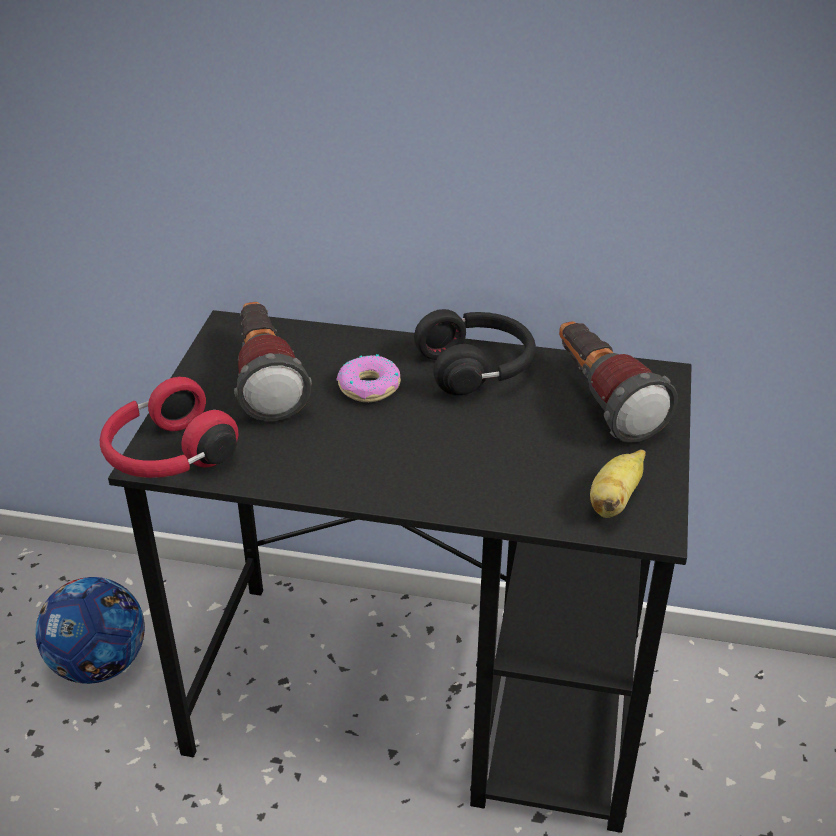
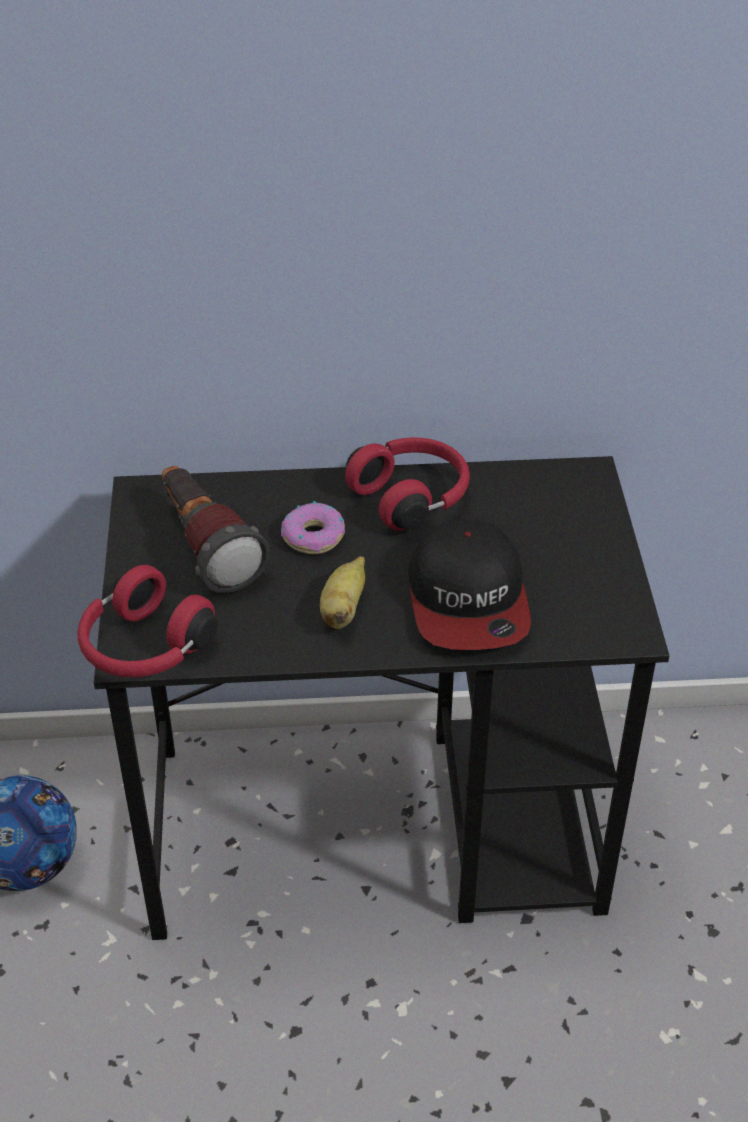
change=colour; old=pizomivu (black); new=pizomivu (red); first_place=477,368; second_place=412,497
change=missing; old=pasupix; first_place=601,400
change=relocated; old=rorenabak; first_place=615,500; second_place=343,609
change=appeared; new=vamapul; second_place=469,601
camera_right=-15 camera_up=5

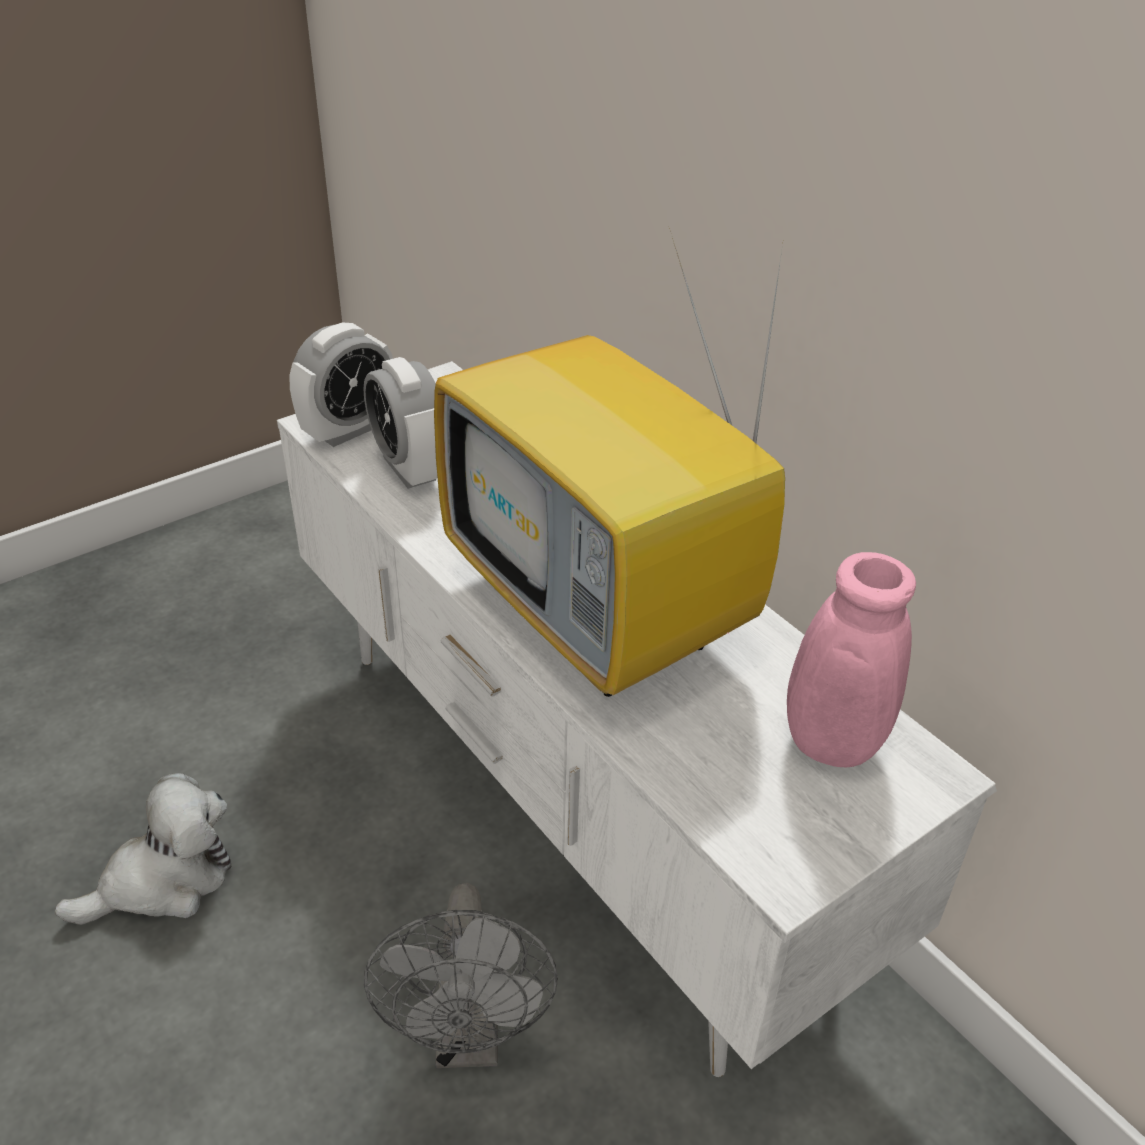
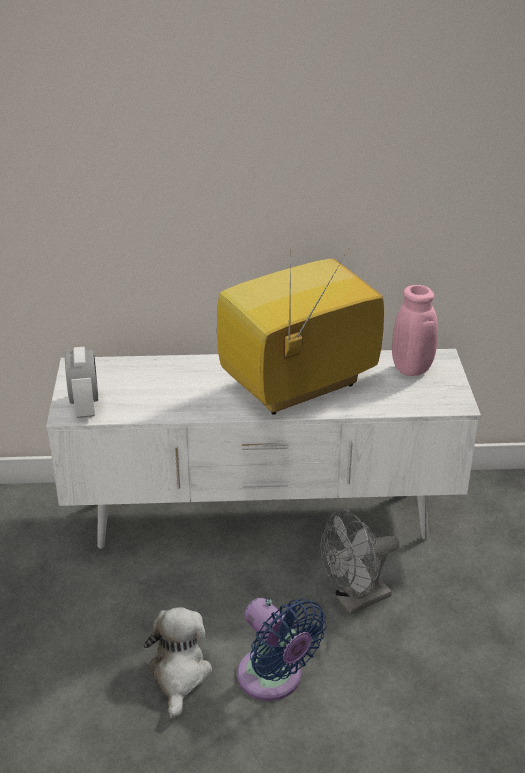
change=spun; old=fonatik; first_place=603,614; second_place=297,388; degrees=150
change=missing; old=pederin; first_place=409,468
change=spun; old=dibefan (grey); first_place=469,1038; second_place=355,600; degrees=120
change=appeared; new=dibefan (blue); second_place=274,679
camera_right=-55 camera_up=-5

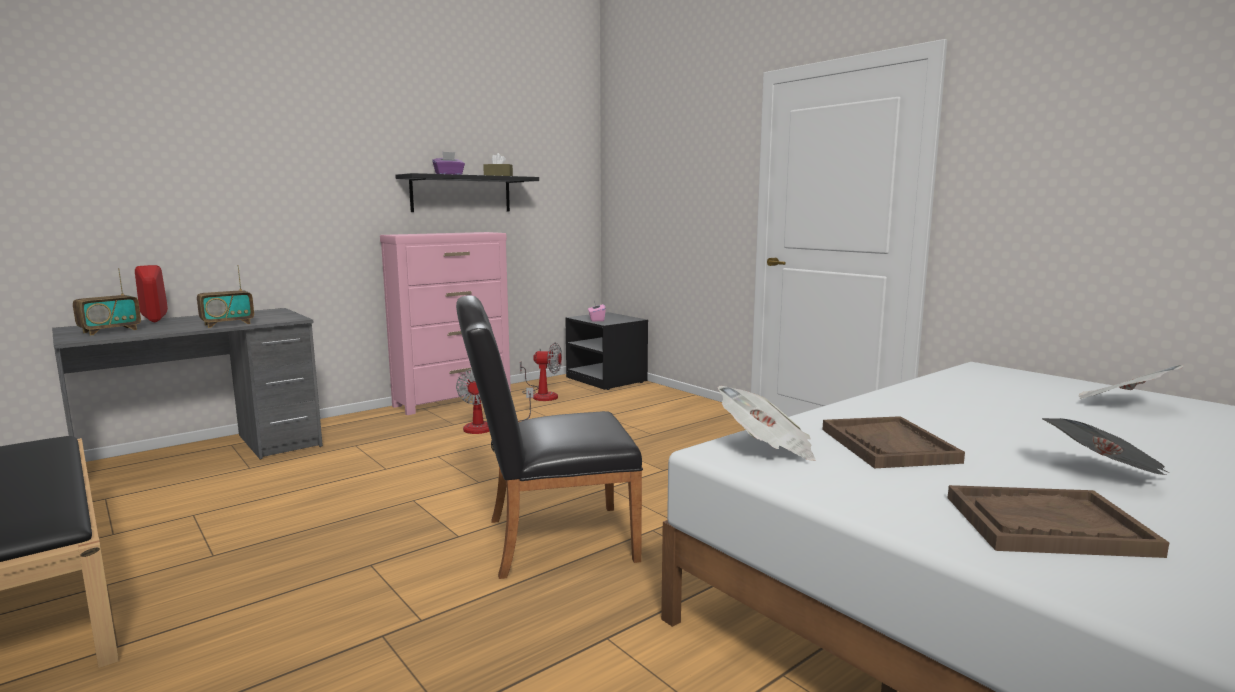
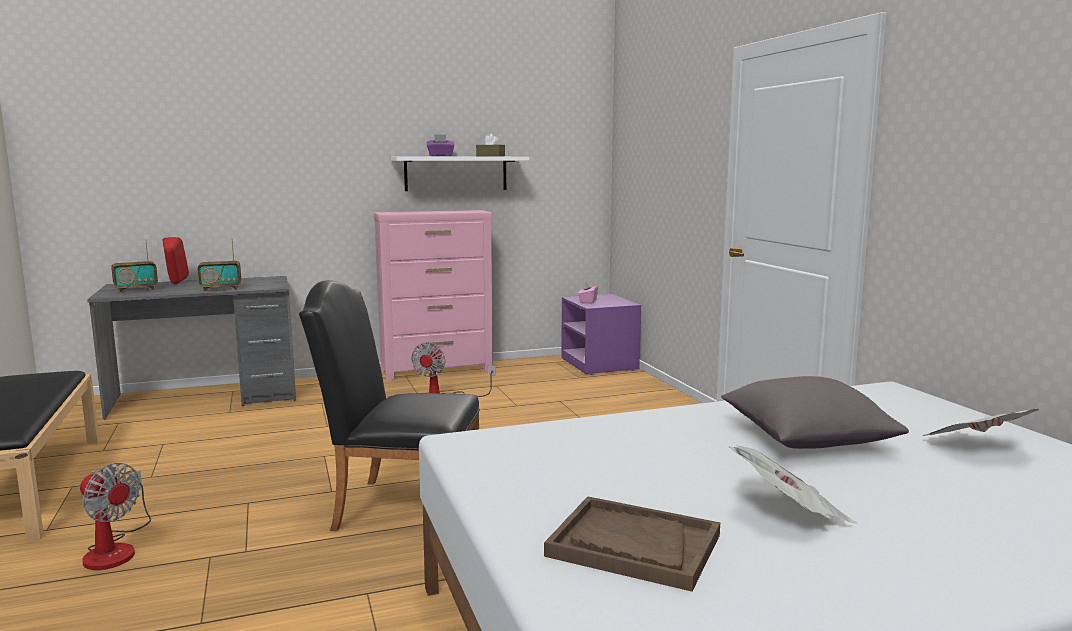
change=colour; old=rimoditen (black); new=rimoditen (white); first_place=461,194; second_place=456,173
change=colour; old=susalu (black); new=susalu (purple); first_place=607,380; second_place=600,364
change=relocated; old=dibefan; first_place=541,395; second_place=115,549
change=missing; old=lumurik; first_place=767,448
change=missing; old=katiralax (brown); first_place=888,445
change=appeared; new=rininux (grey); second_place=806,439
camera_right=20 camera_up=0

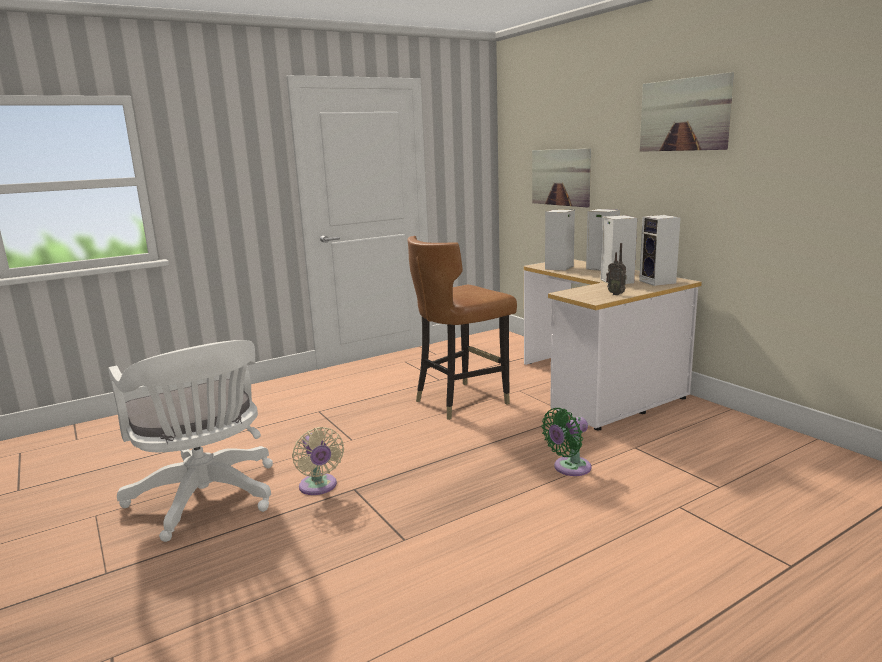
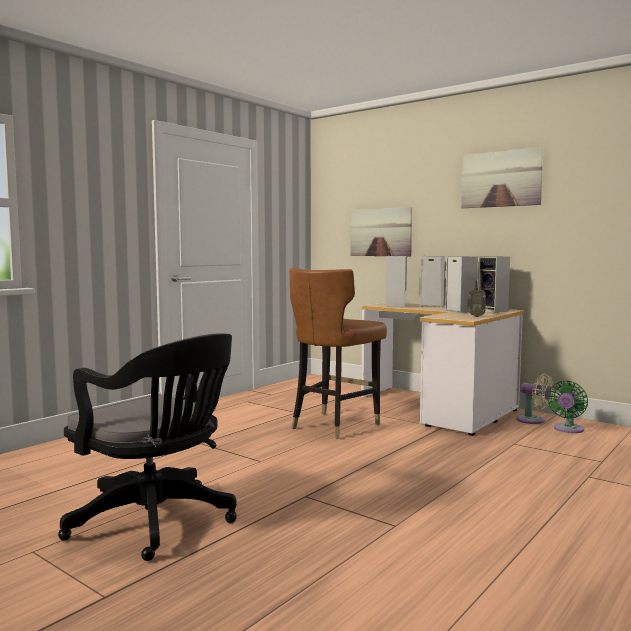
change=colour; old=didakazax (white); new=didakazax (black); first_place=207,500; second_place=157,522
change=relocated; old=dibefan (green); first_place=569,468; second_place=567,429
change=relocated; old=dibefan (beige); first_place=319,487; second_place=533,420
camera_right=-20 camera_up=-10

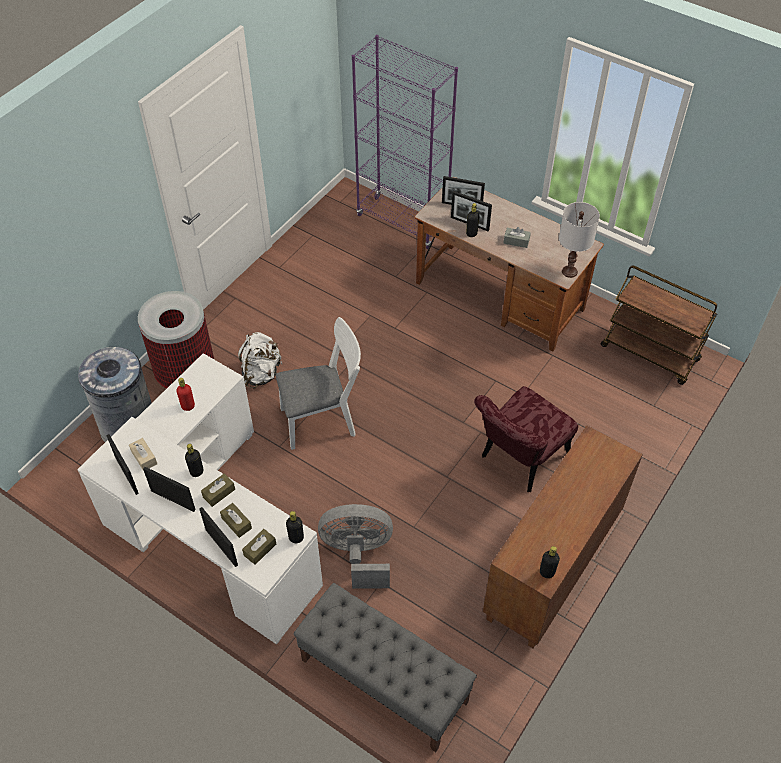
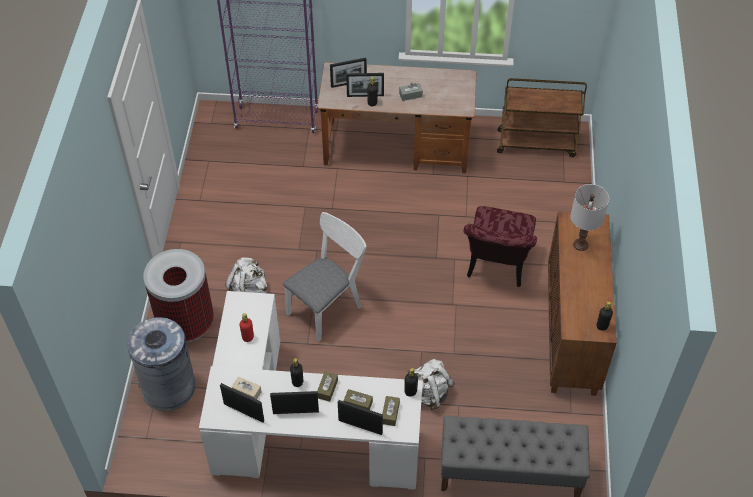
change=relocated; old=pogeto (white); first_place=569,272; second_place=580,245
change=exchanged; old=dibefan (grey); new=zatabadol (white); first_place=359,555; second_place=428,394
camera_right=-30 camera_up=0

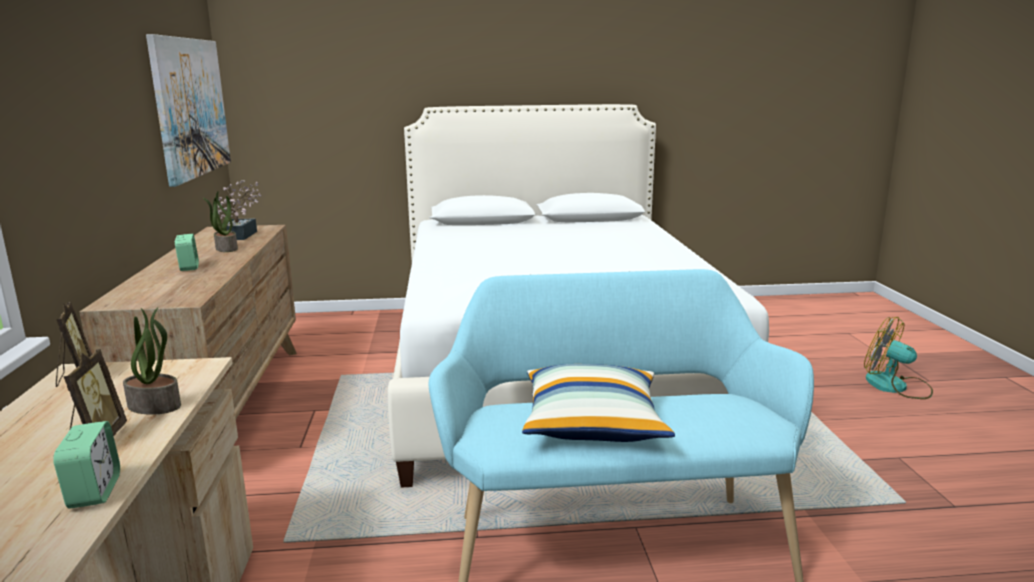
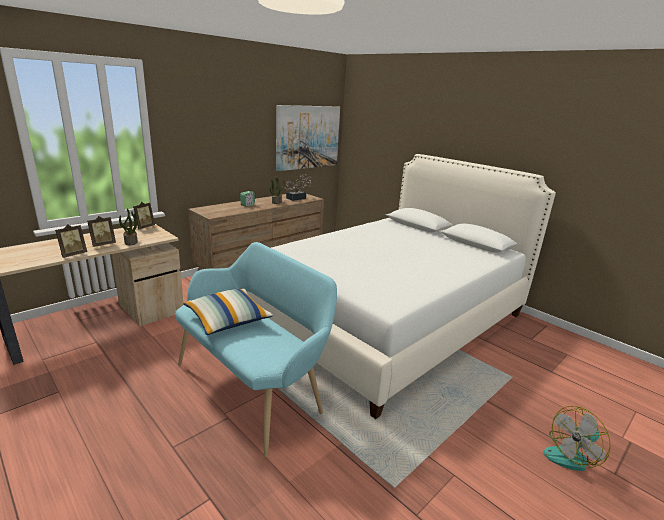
change=spun; old=dibefan; first_place=896,386; second_place=571,455; degrees=-120
change=exchanged; old=pederin; new=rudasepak; first_place=94,492; second_place=73,254
camera_right=50 camera_up=5

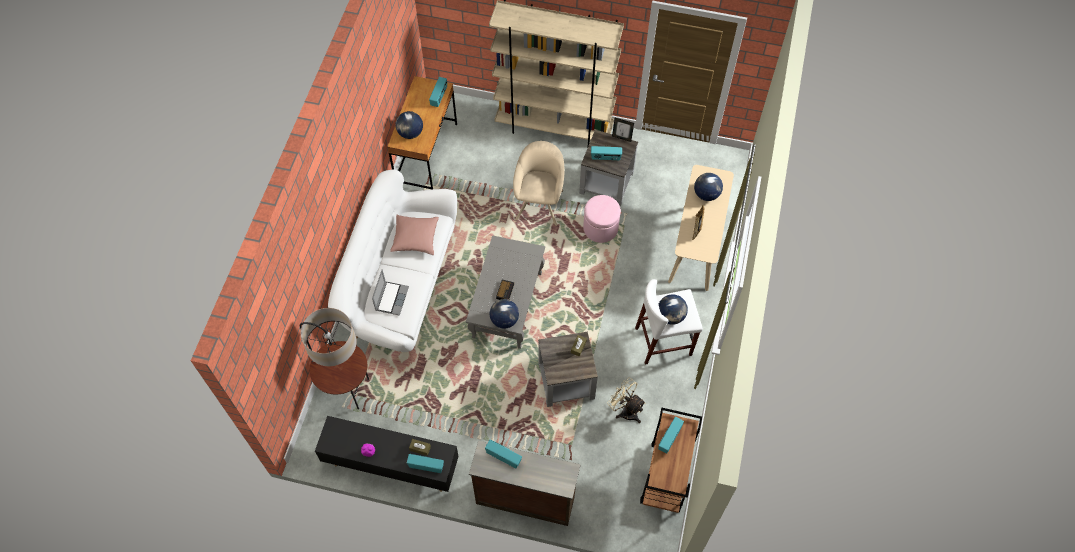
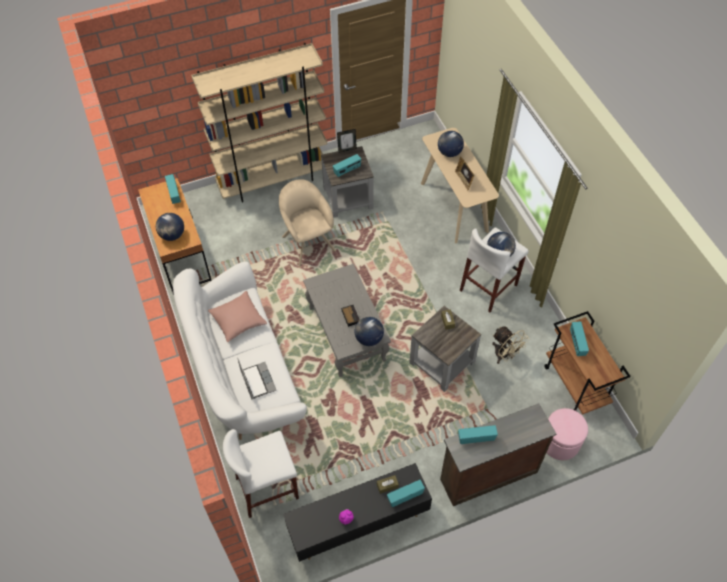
change=relocated; old=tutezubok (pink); first_place=600,228; second_place=560,442
change=exchanged; old=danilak; new=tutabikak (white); first_place=347,390; second_place=267,488
change=spun; old=dibefan (beige); first_place=625,410; second_place=505,355; degrees=-135
camera_right=-35 camera_up=-5

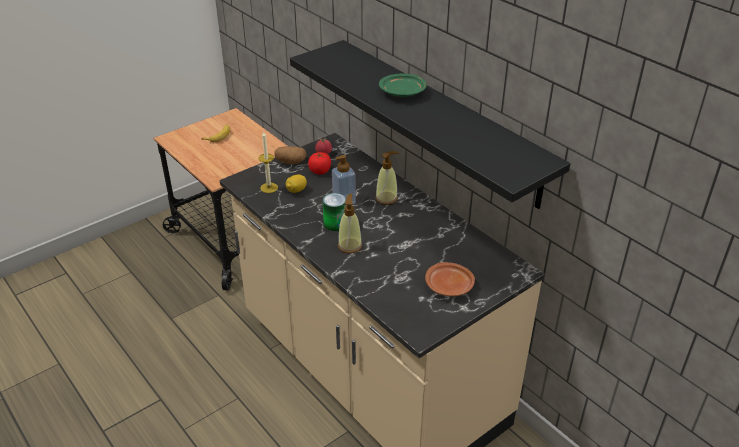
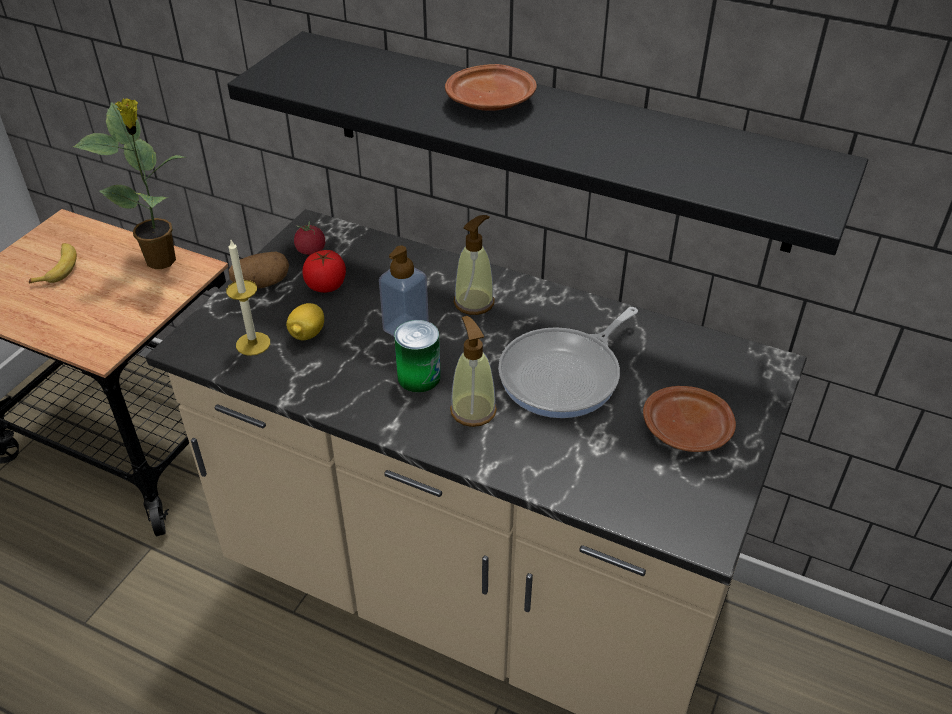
change=colour; old=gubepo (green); new=gubepo (brown); first_place=403,92; second_place=491,102
change=appeared; new=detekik; second_place=163,261
change=appeared; new=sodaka; second_place=564,375
camera_right=-25 camera_up=5

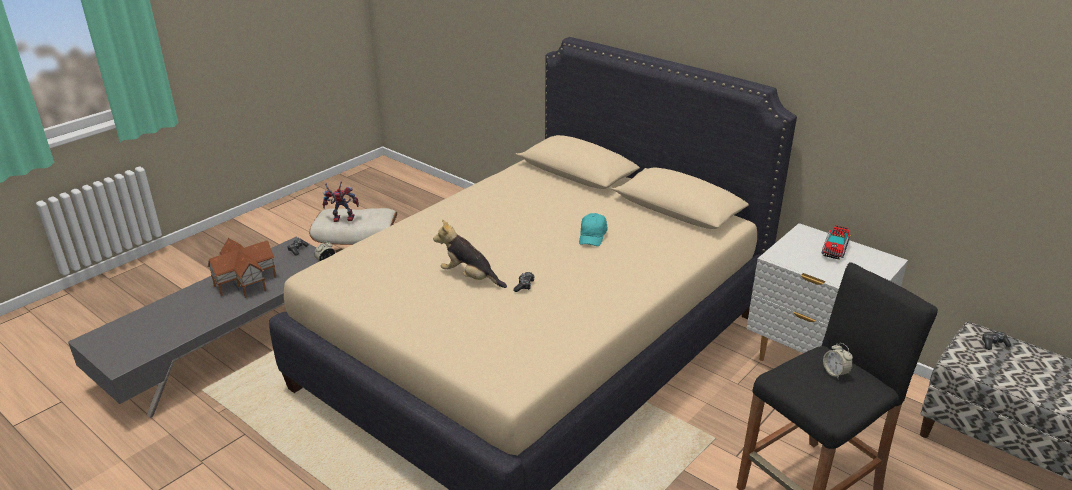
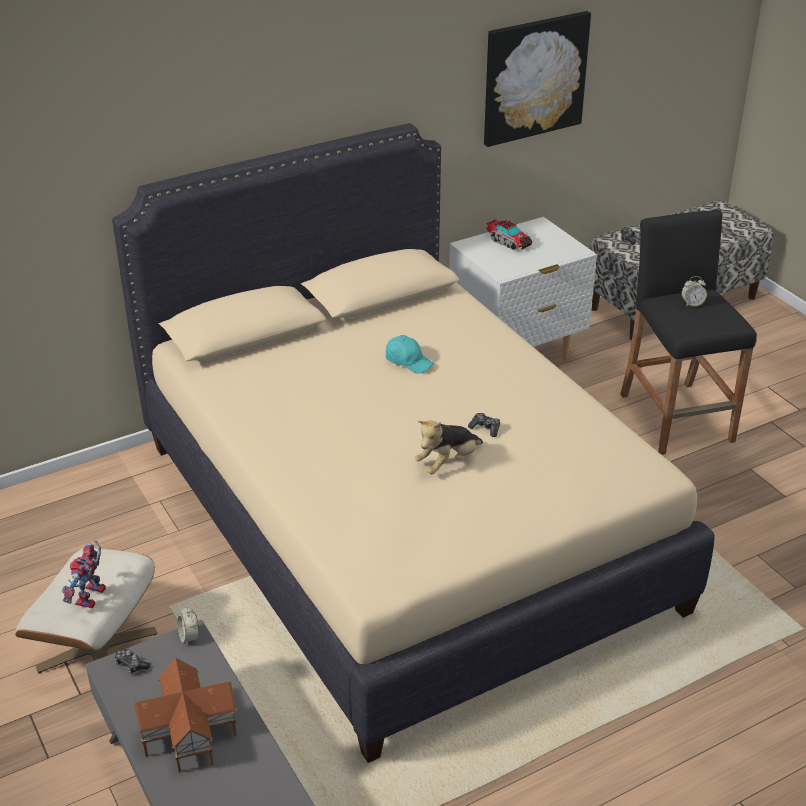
change=appeared; new=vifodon; second_place=534,78
camera_right=-70 camera_up=5

